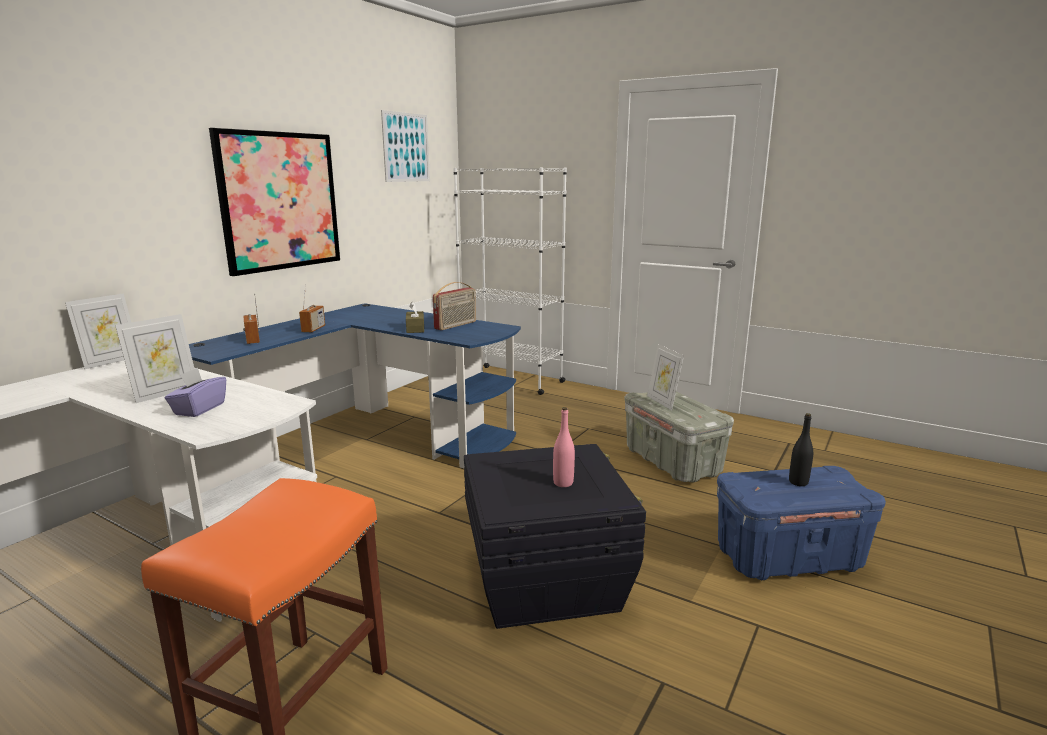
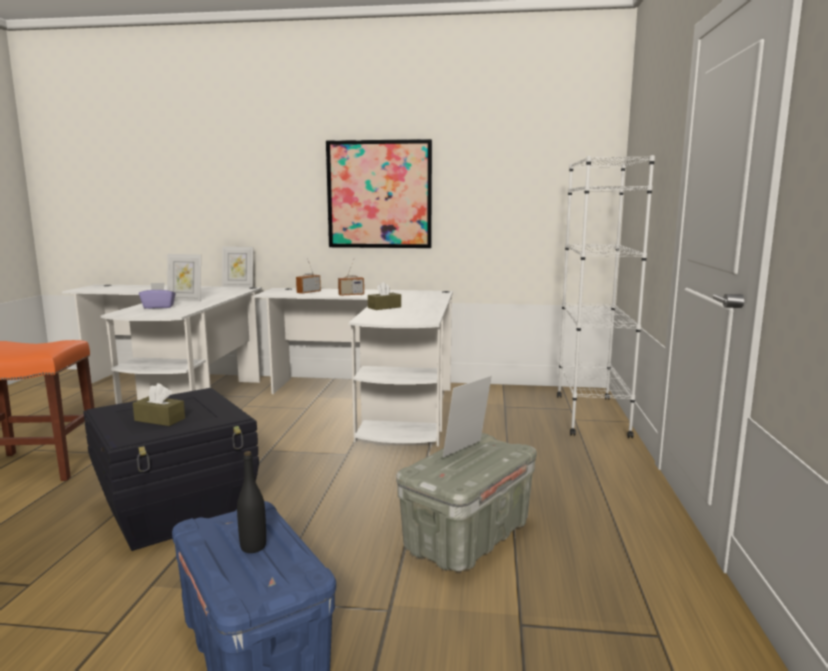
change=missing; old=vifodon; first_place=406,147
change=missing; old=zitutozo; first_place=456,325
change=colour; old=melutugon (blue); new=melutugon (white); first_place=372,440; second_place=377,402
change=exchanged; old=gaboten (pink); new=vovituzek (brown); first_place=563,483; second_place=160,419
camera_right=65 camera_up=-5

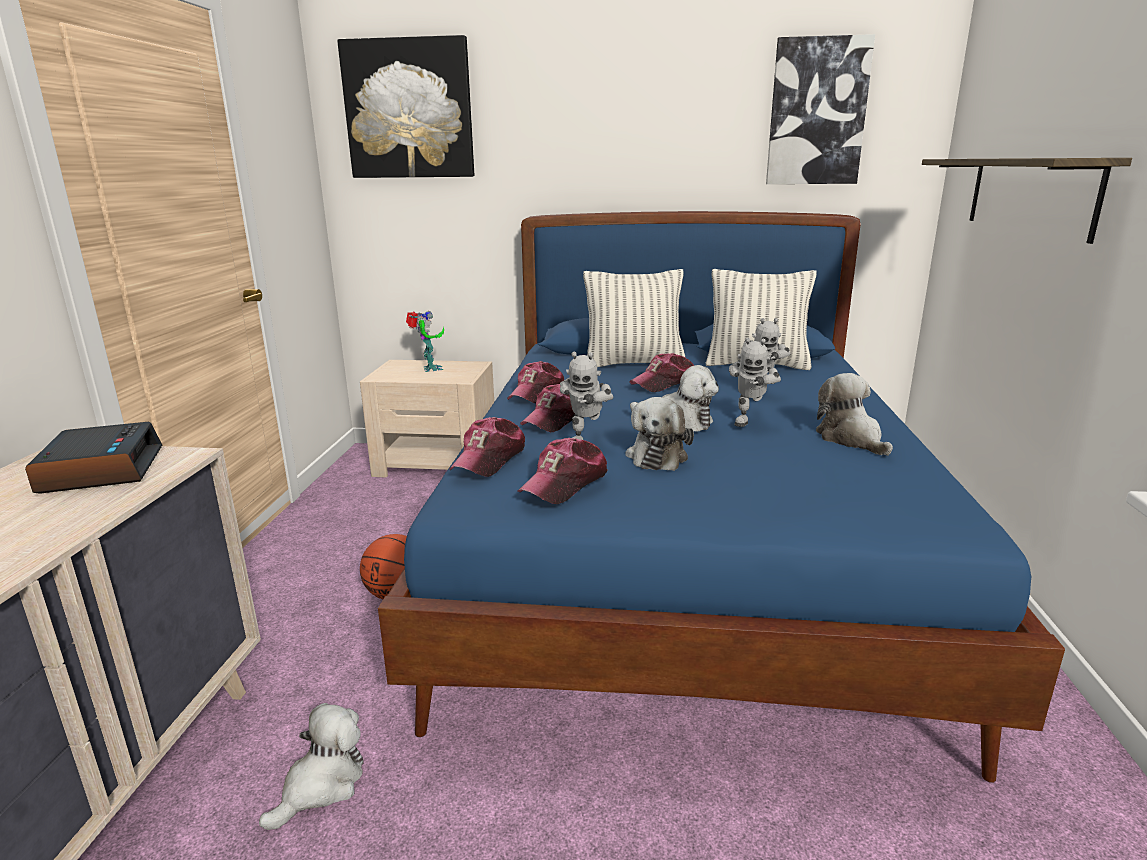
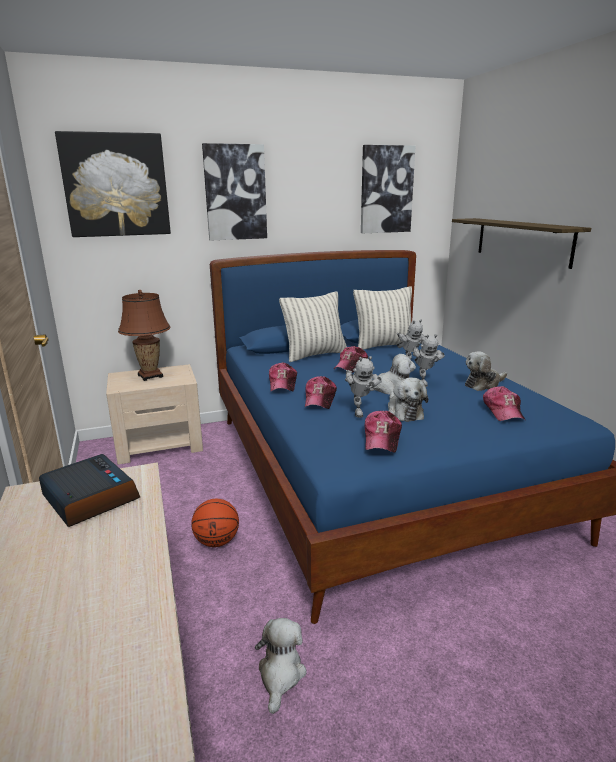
change=exchanged; old=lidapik; new=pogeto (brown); first_place=429,369; second_place=150,376
change=spun; old=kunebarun; first_place=851,439; second_place=483,384; degrees=-75
change=relocated; old=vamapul; first_place=490,459; second_place=503,411
change=appeared; new=vifodon; second_place=235,193
camera_right=-25 camera_up=0

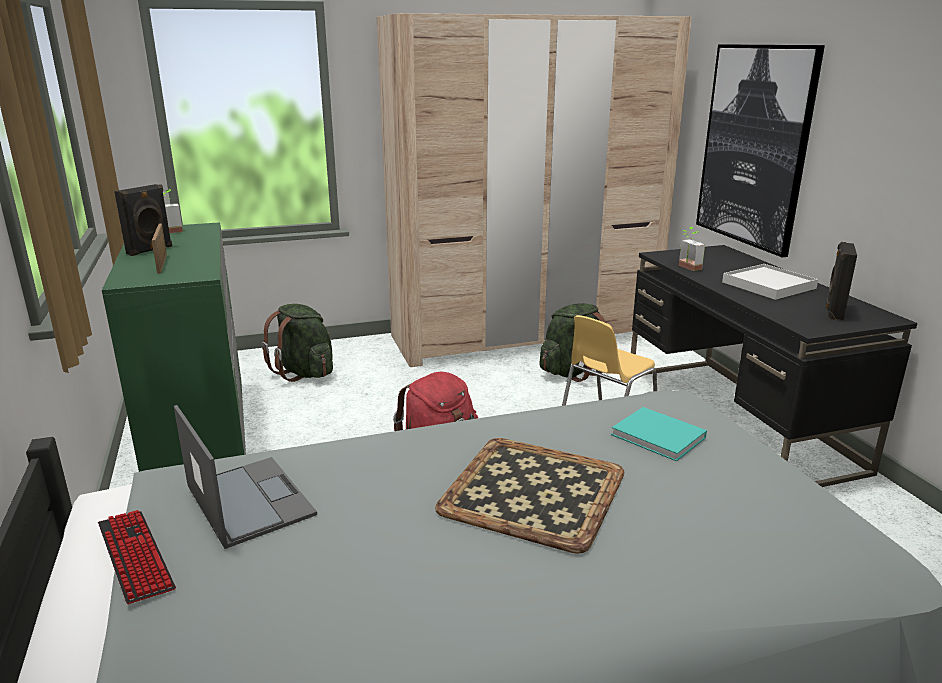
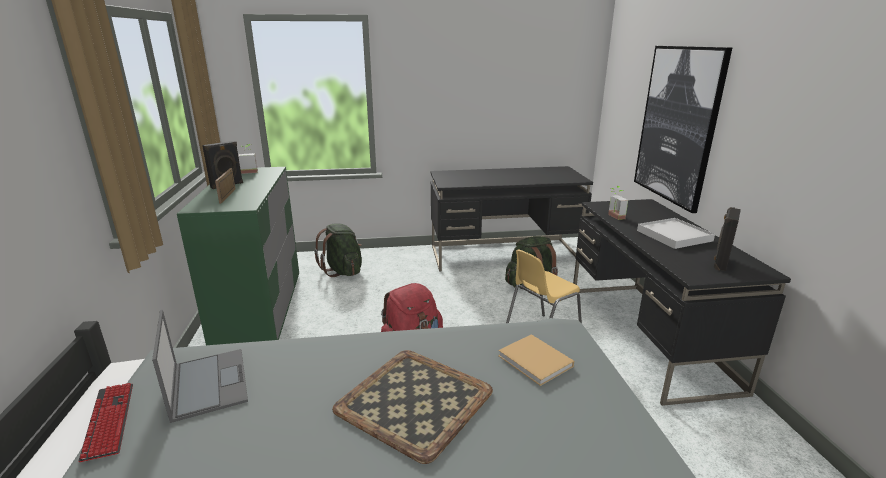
change=exchanged; old=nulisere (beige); new=melutugon (black); first_place=525,335; second_place=505,254
change=colour; old=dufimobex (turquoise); new=dufimobex (beige); first_place=660,437; second_place=536,362
camera_right=10 camera_up=0

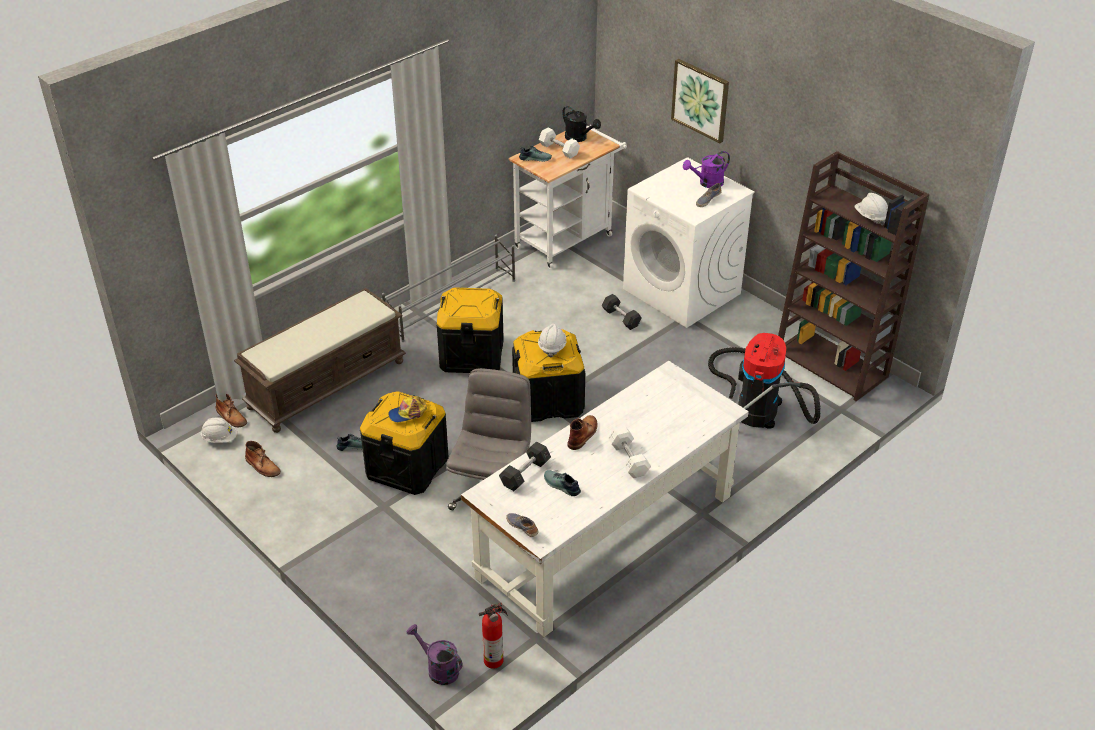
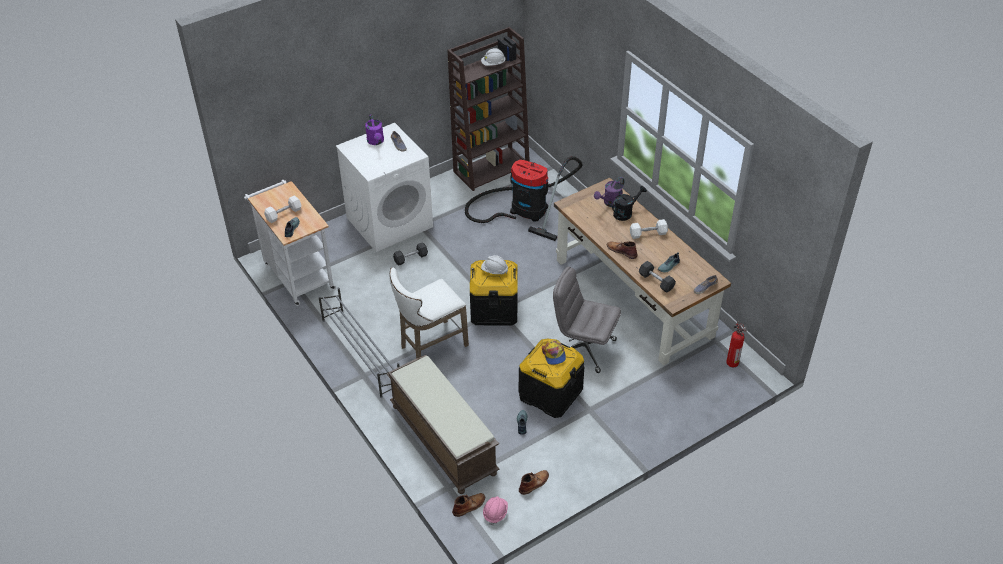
change=missing; old=vifodon; first_place=700,100
change=relocated; old=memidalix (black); first_place=579,138; second_place=625,212
change=exchanged; old=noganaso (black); new=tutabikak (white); first_place=472,354; second_place=430,346
change=colour; old=melutugon (white); new=melutugon (brown); first_place=605,537; second_place=634,297
change=colour; old=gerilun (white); new=gerilun (pink); first_place=220,438; second_place=495,513
change=relocated; old=memidalix (purple); first_place=438,669; second_place=610,203
camera_right=-80 camera_up=5

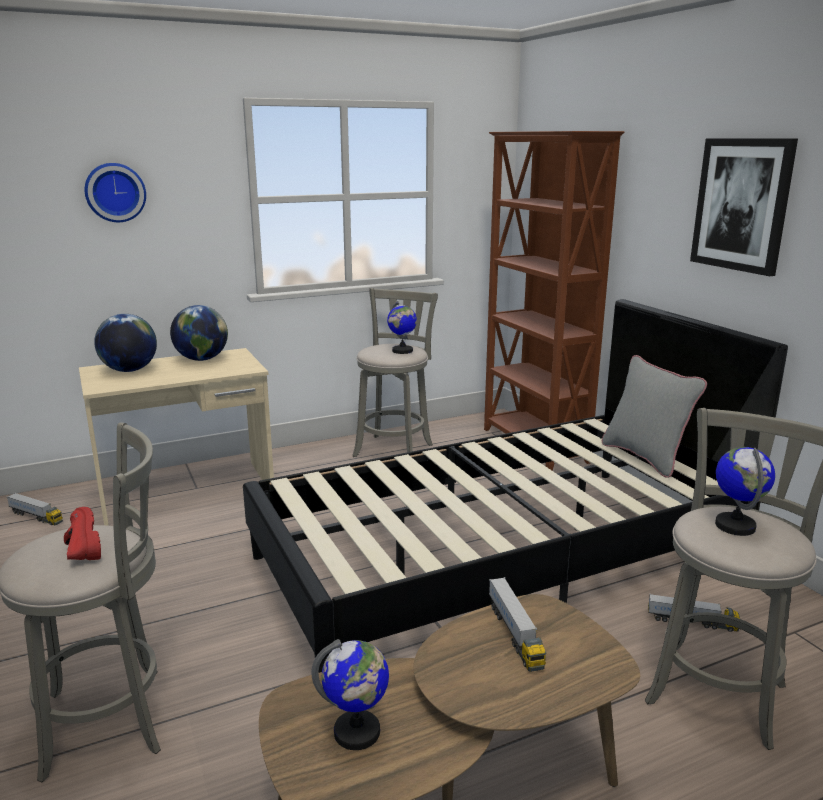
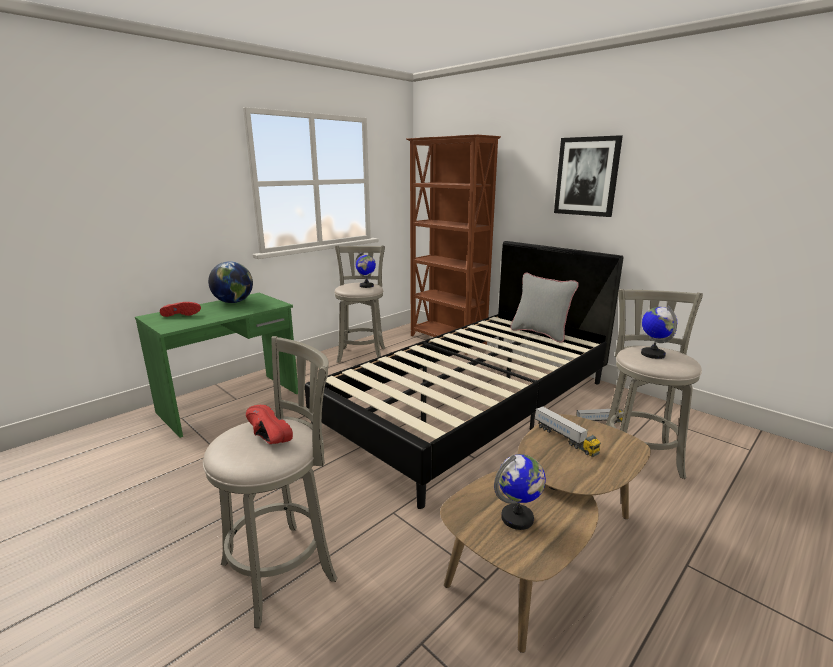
change=missing; old=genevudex; first_place=115,192
change=exchanged; old=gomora; new=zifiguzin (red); first_place=129,370; second_place=182,314
change=colour; old=melutugon (beige); new=melutugon (green); first_place=187,492; second_place=231,403
change=missing; old=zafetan; first_place=36,517
camera_right=-20 camera_up=0

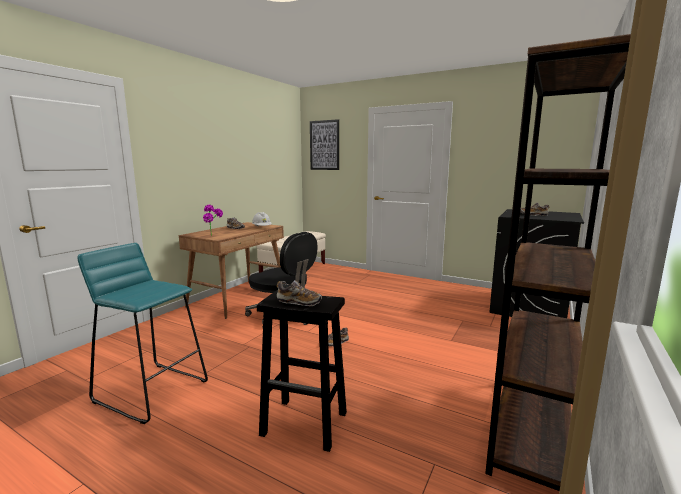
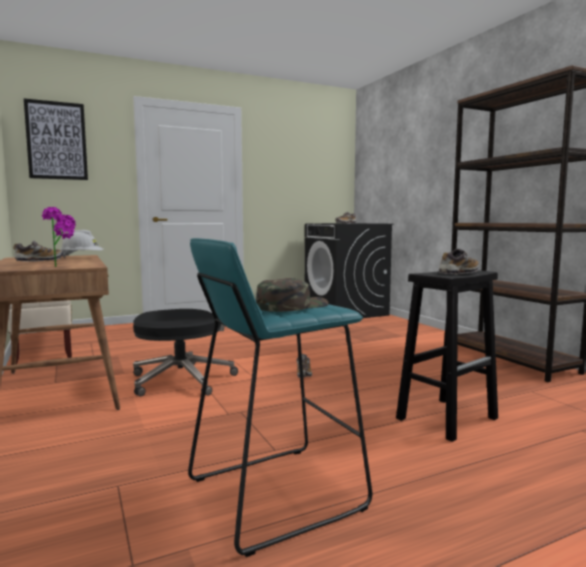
change=appeared; new=vamapul (green); second_place=291,306
camera_right=-55 camera_up=-5

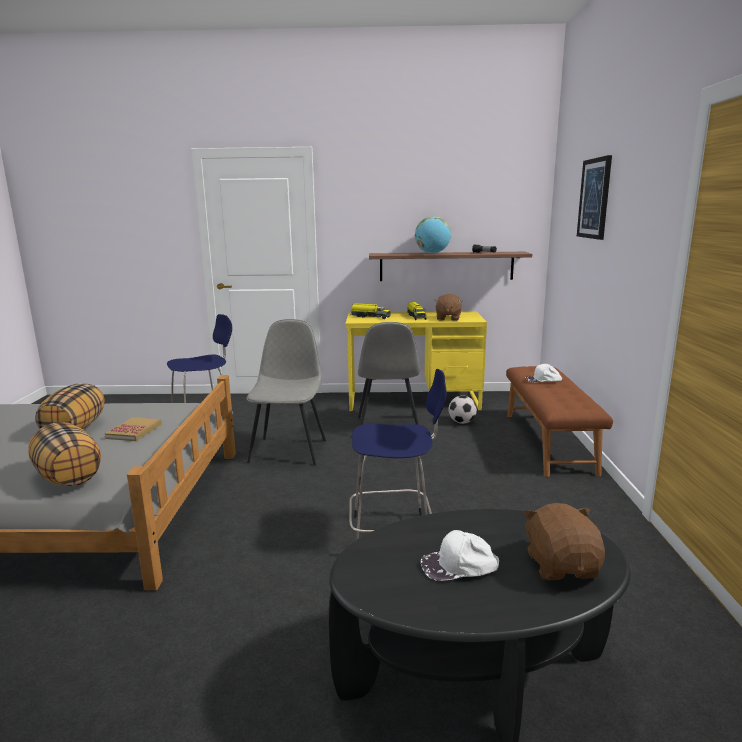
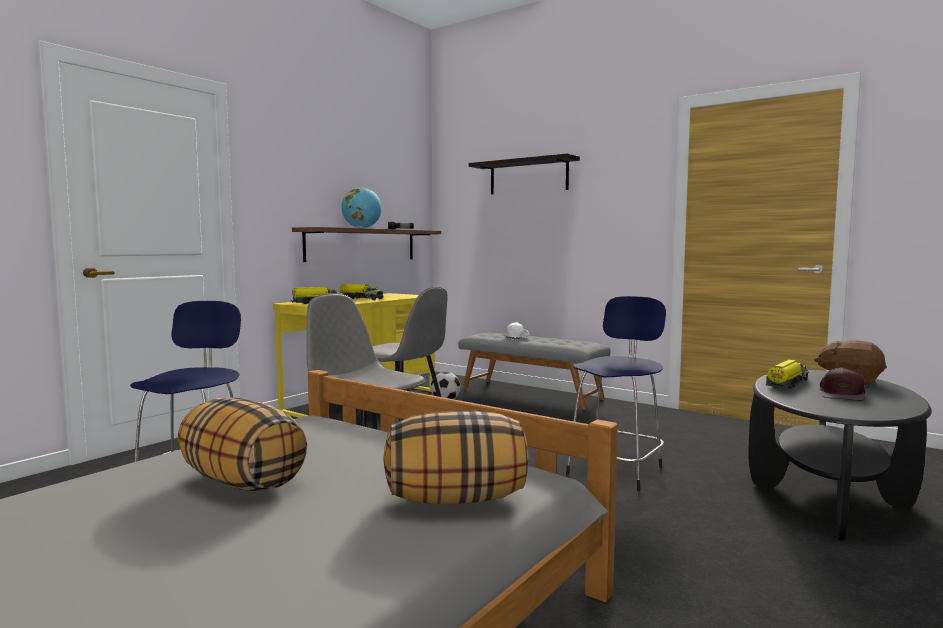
change=exchanged; old=vifodon; new=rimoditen; first_place=594,198; second_place=528,176
change=missing; old=kunebarun (brown); first_place=448,318
change=colour; old=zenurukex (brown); new=zenurukex (grey); first_place=549,442; second_place=531,394
change=missing; old=dufimobex; first_place=134,431
change=colour; old=vamapul (white); new=vamapul (brown); first_place=459,566; second_place=842,394
change=appeared; new=zafetan; second_place=787,384
camera_right=-55 camera_up=-10

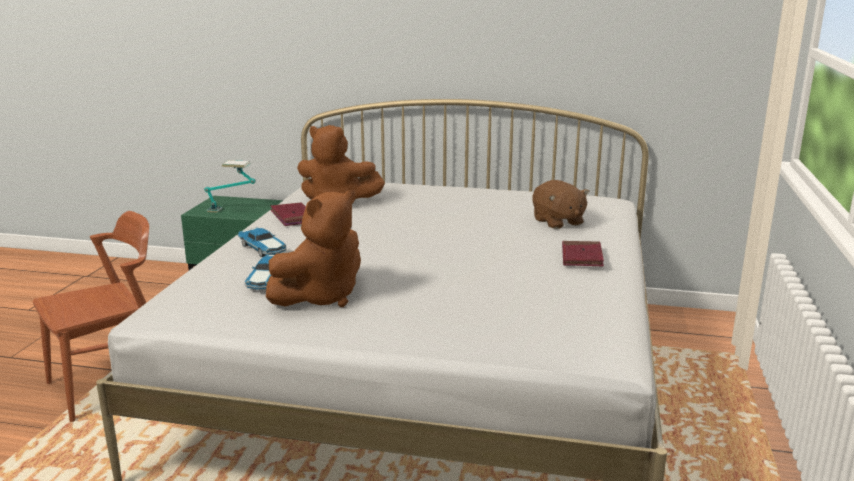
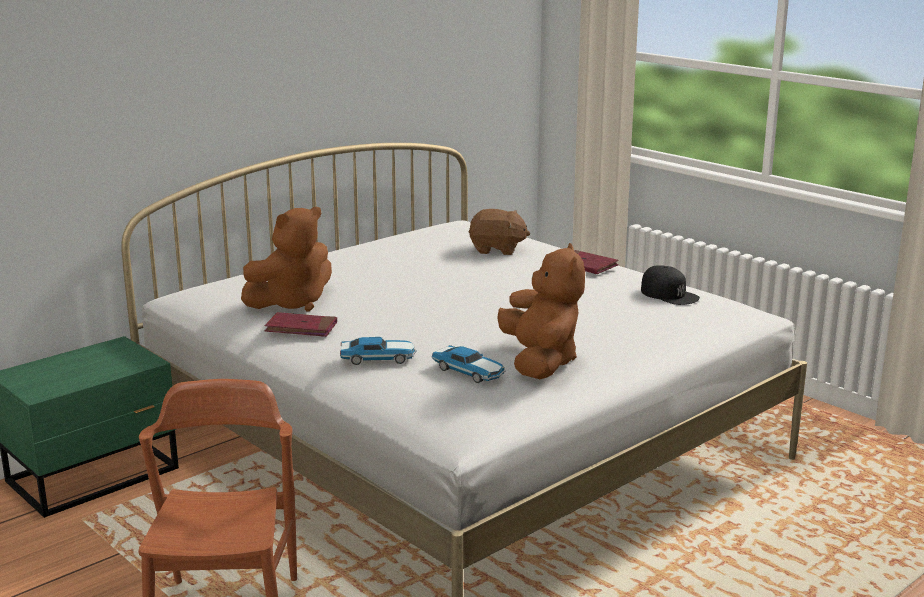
change=missing; old=pogeto; first_place=232,211
change=appeared; new=vamapul (black); second_place=669,294
camera_right=-55 camera_up=0

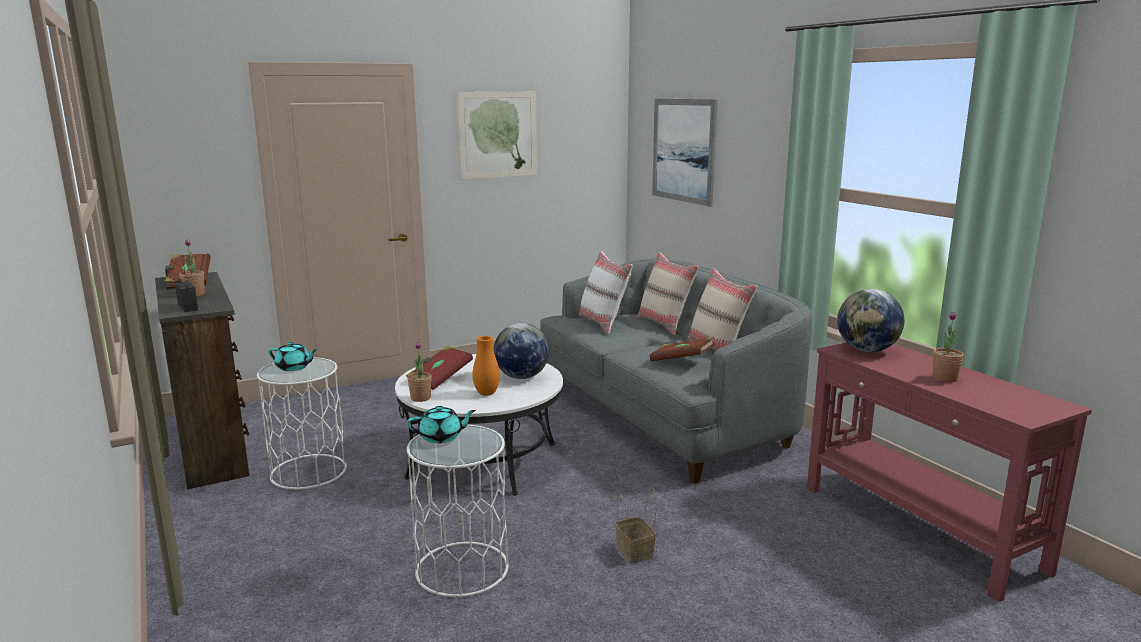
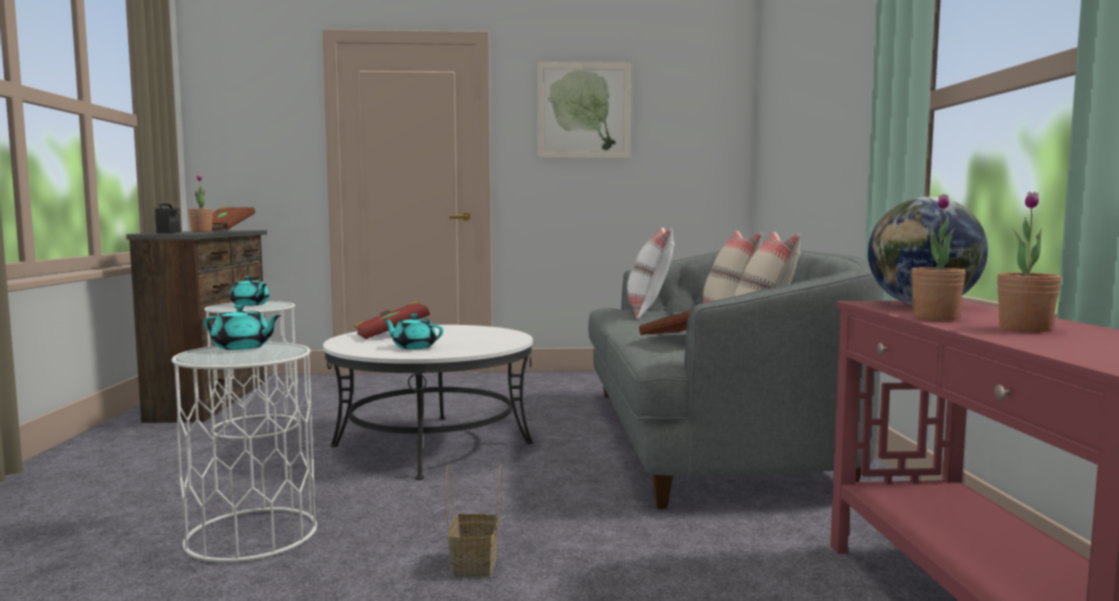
change=missing; old=vifodon; first_place=683,150
change=missing; old=gomora; first_place=521,377
change=exchanged; old=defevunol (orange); new=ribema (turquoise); first_place=486,393; second_place=413,347
change=relocated; old=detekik; first_place=420,398; second_place=935,318
camera_right=25 camera_up=-10

